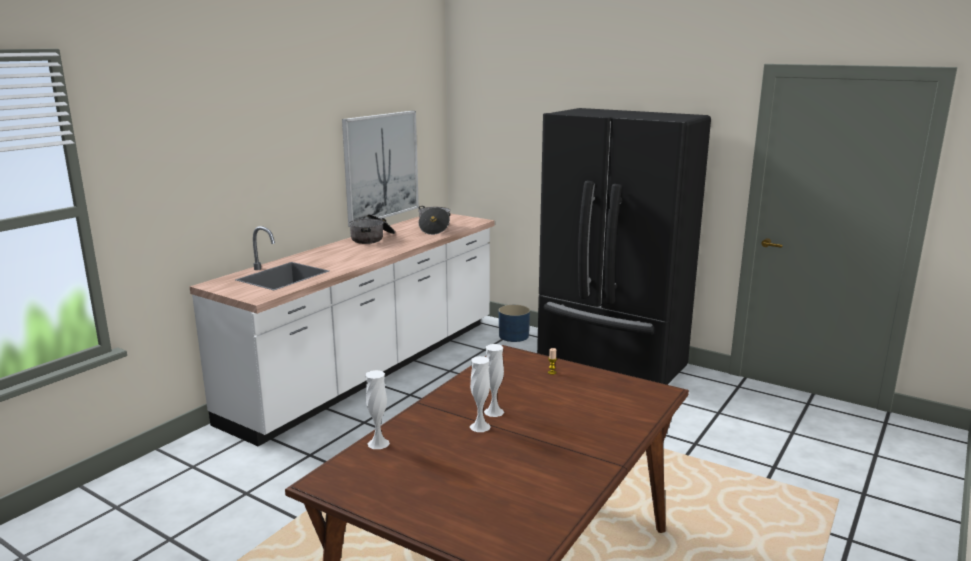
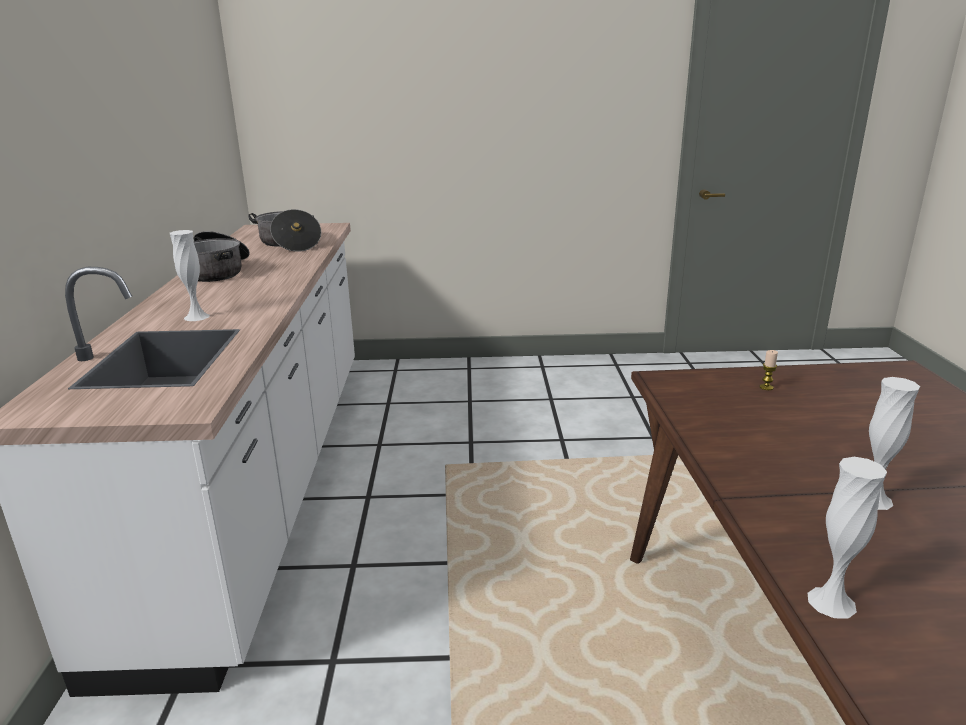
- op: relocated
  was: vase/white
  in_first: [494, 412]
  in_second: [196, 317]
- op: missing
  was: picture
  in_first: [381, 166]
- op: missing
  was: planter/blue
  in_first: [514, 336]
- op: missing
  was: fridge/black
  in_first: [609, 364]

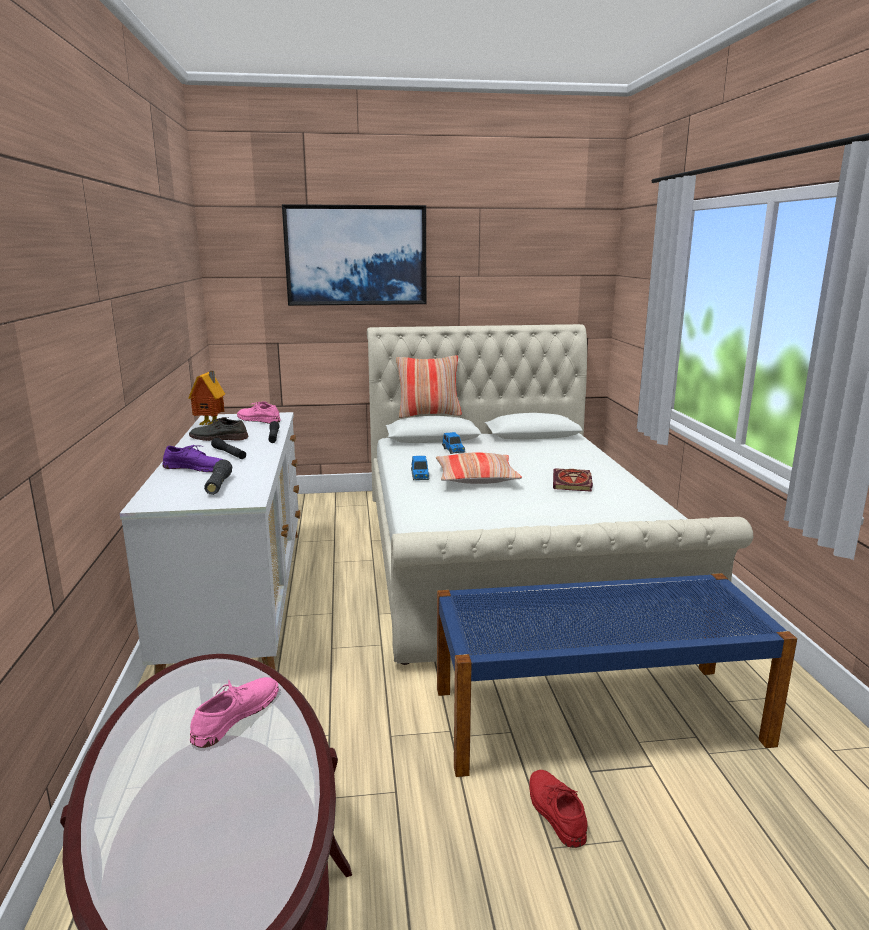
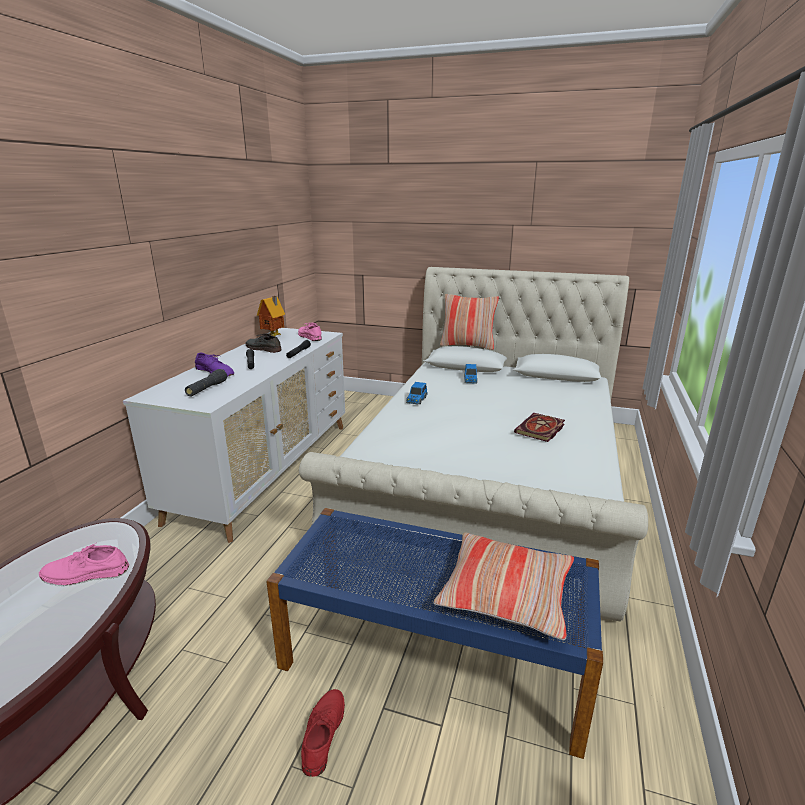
- op: spun
  was: shoe/pink
  in_first: [235, 714]
  in_second: [85, 573]
  clockwise: -150
- op: relocated
  was: pillow
  in_first: [476, 478]
  in_second: [506, 593]
- op: missing
  was: picture
  in_first: [356, 255]

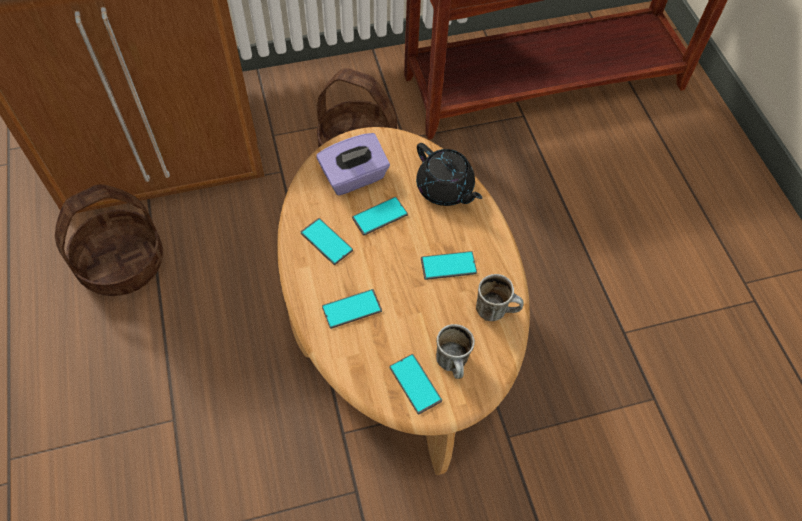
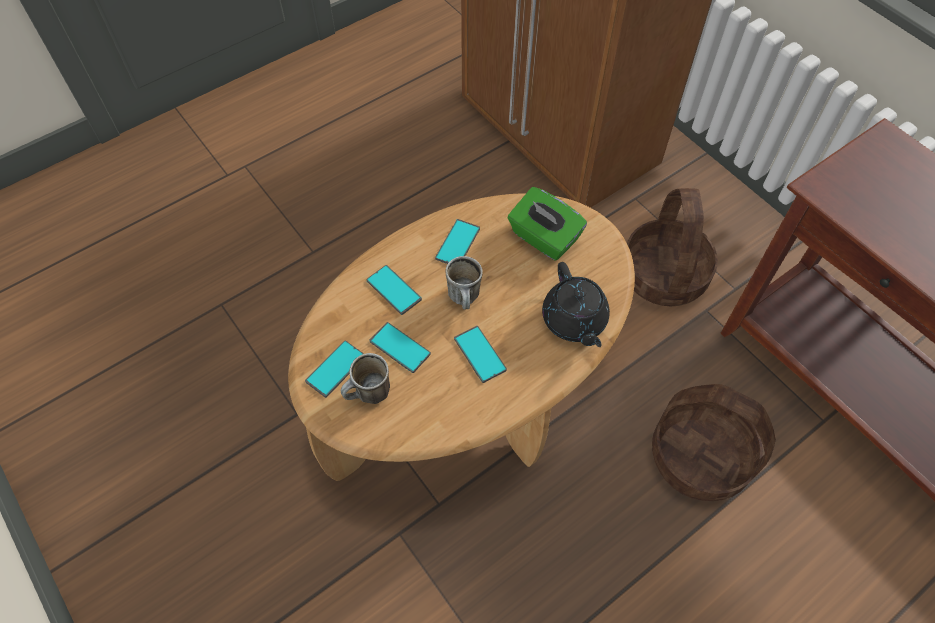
- op: relocated
  was: phone
  in_first: [380, 216]
  in_second: [400, 348]
- op: relocated
  was: mug
  in_first: [496, 310]
  in_second: [465, 300]
- op: colour
  was: tissue box/purple
  now: tissue box/green
  in_first: [354, 177]
  in_second: [543, 238]
- op: spun
  was: teapot/black
  in_first: [445, 189]
  in_second: [574, 320]
  clockwise: -45
- op: relocated
  was: basket
  in_first: [122, 262]
  in_second: [700, 456]

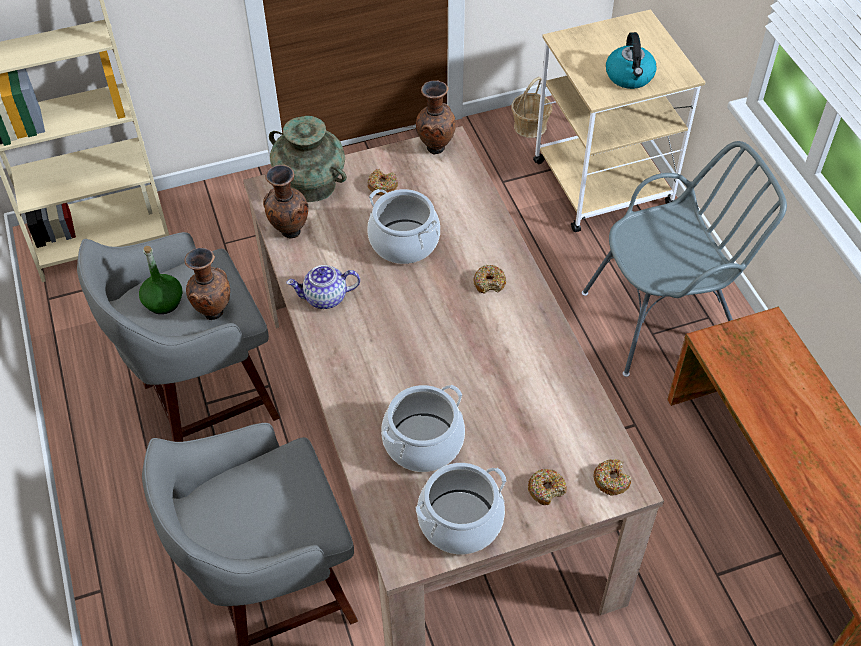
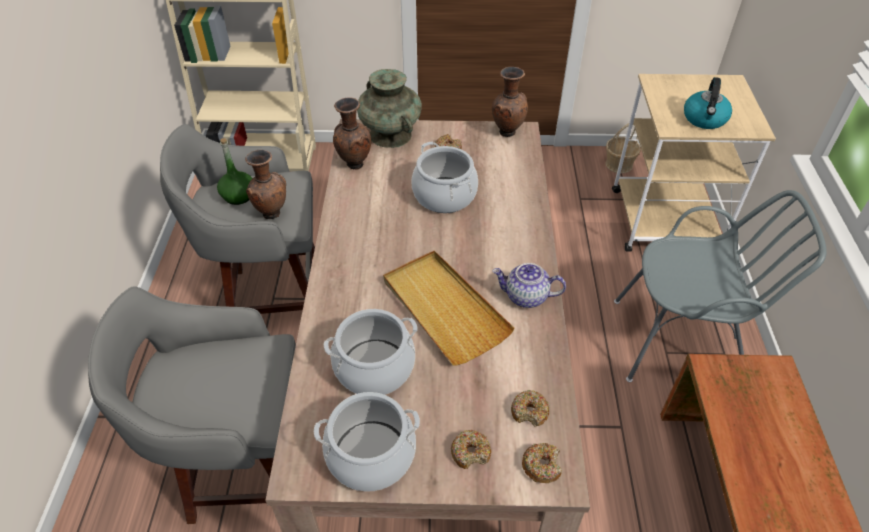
- op: appeared
  now: tray/beige
  in_second: [444, 309]
- op: relocated
  was: teapot
  in_first: [325, 298]
  in_second: [525, 297]
- op: relocated
  was: donut
  in_first: [489, 283]
  in_second: [529, 412]

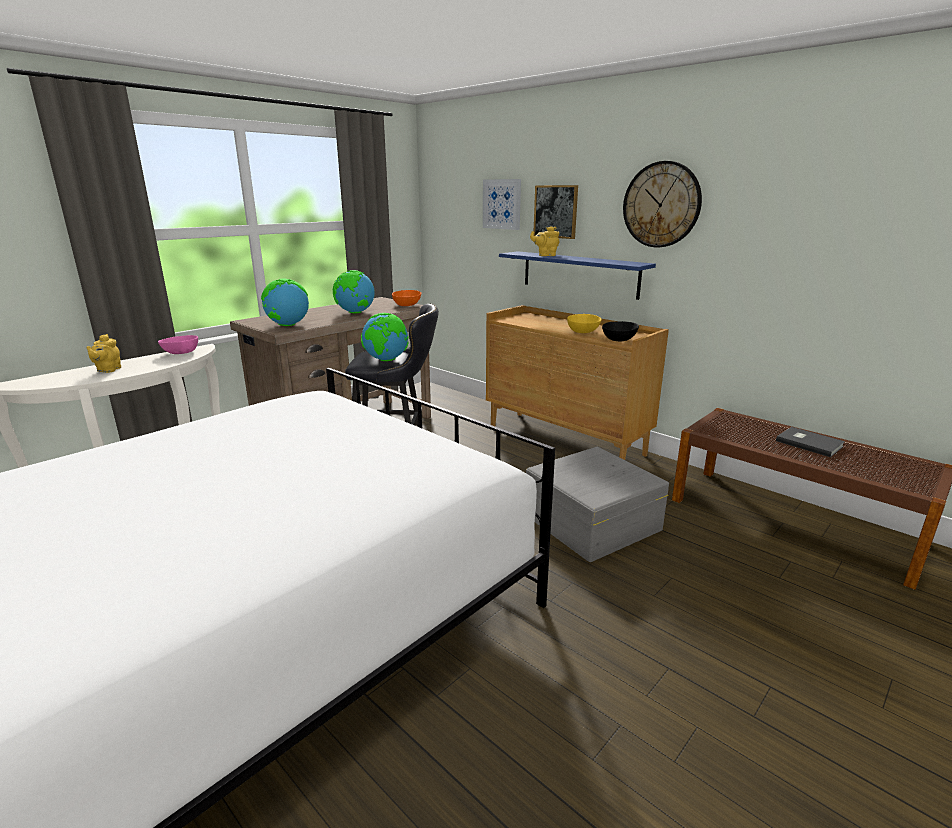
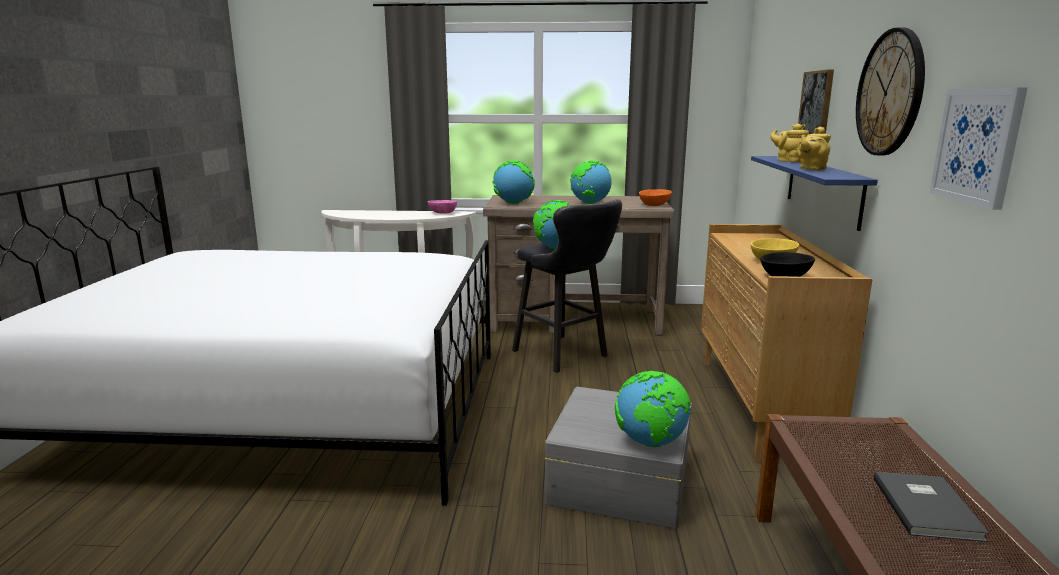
- op: appeared
  now: globe
  in_second: [651, 443]
- op: relocated
  was: teapot/yellow
  in_first: [108, 370]
  in_second: [811, 169]
- op: relocated
  was: picture
  in_first: [502, 204]
  in_second: [977, 145]

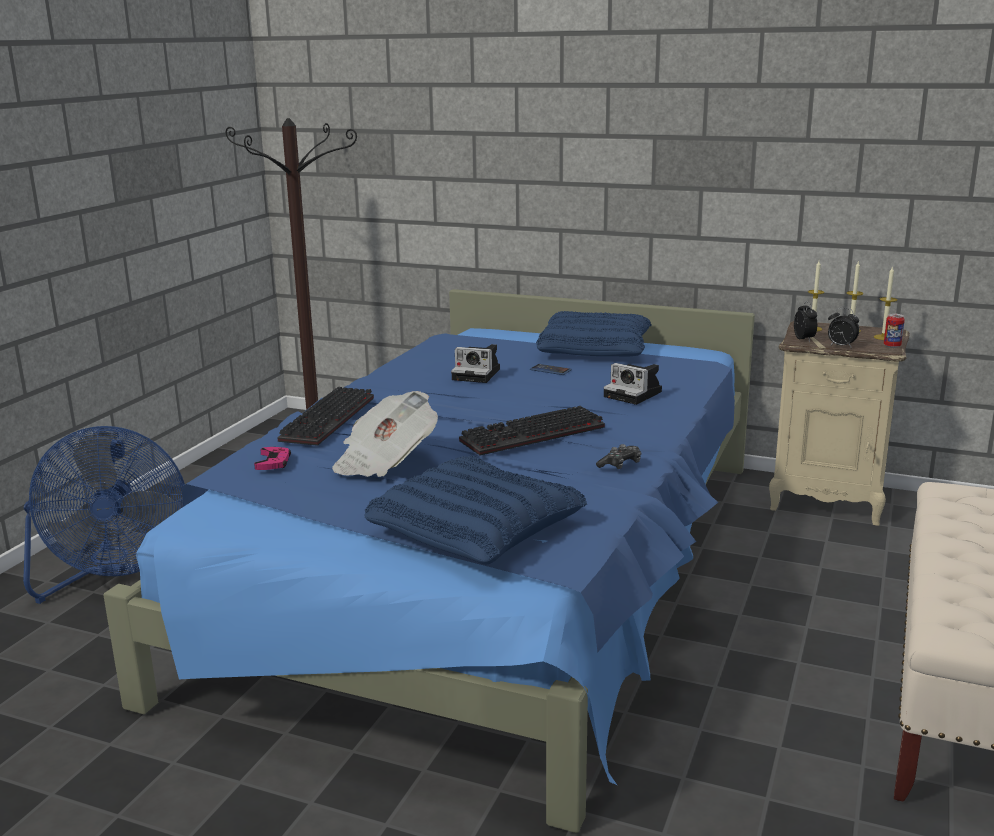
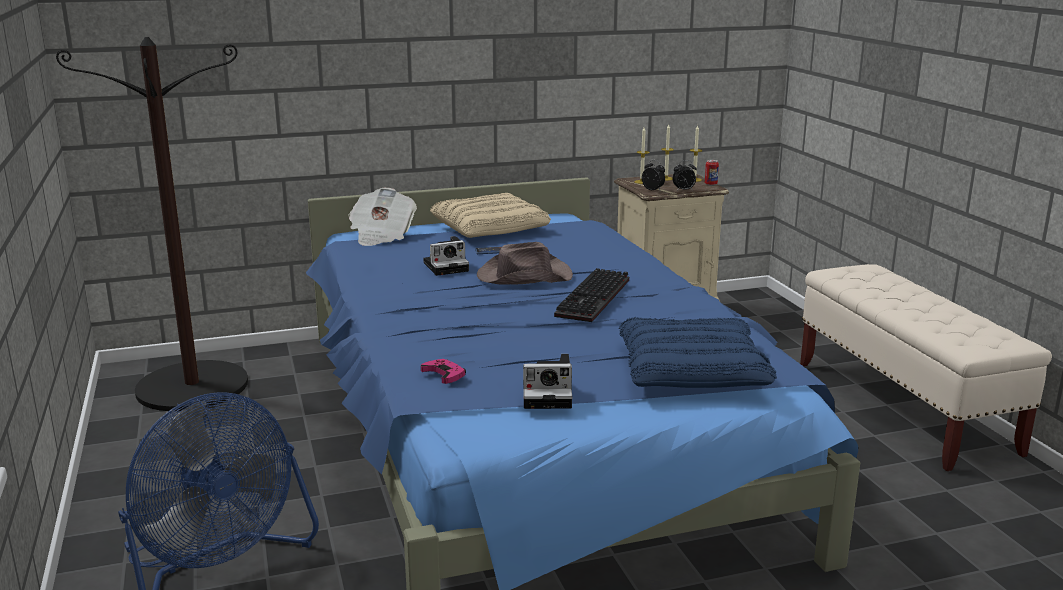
- op: relocated
  was: newspaper
  in_first: [384, 461]
  in_second: [381, 235]
- op: colour
  was: pillow/blue
  now: pillow/beige
  in_first: [595, 349]
  in_second: [489, 228]
- op: appeared
  now: hat/brown
  in_second: [523, 276]
- op: relocated
  was: photo camera
  in_first: [635, 394]
  in_second: [549, 394]
- op: missing
  was: keyboard
  in_first: [330, 420]
- op: missing
  was: game controller
  in_first: [620, 465]

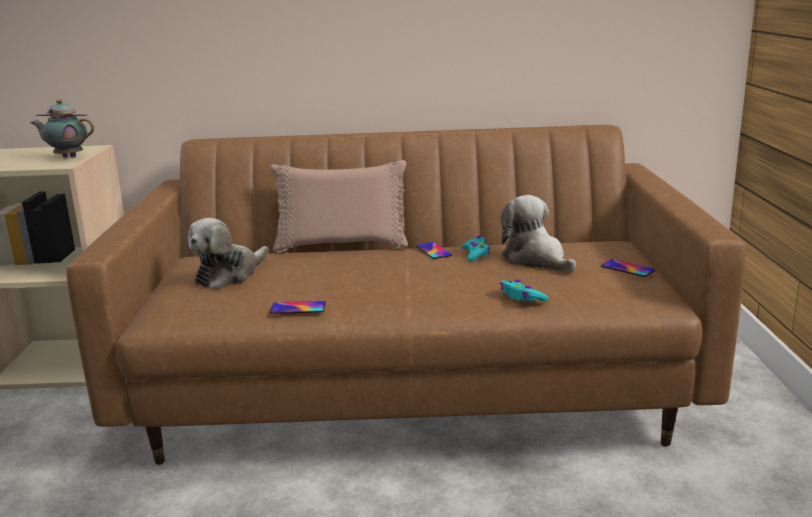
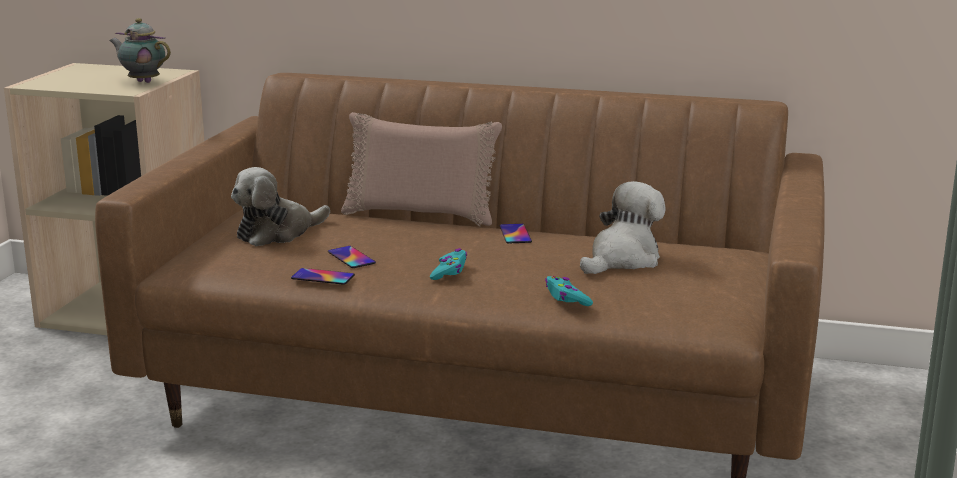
- op: relocated
  was: phone
  in_first: [627, 269]
  in_second: [351, 258]
- op: relocated
  was: game controller/turquoise
  in_first: [476, 254]
  in_second: [449, 271]
- op: spun
  was: plush toy
  in_first: [536, 260]
  in_second: [622, 260]
  clockwise: 60

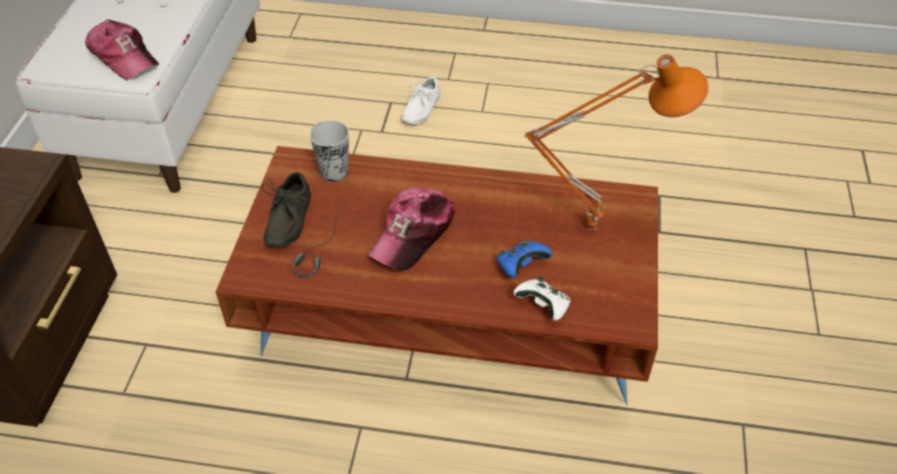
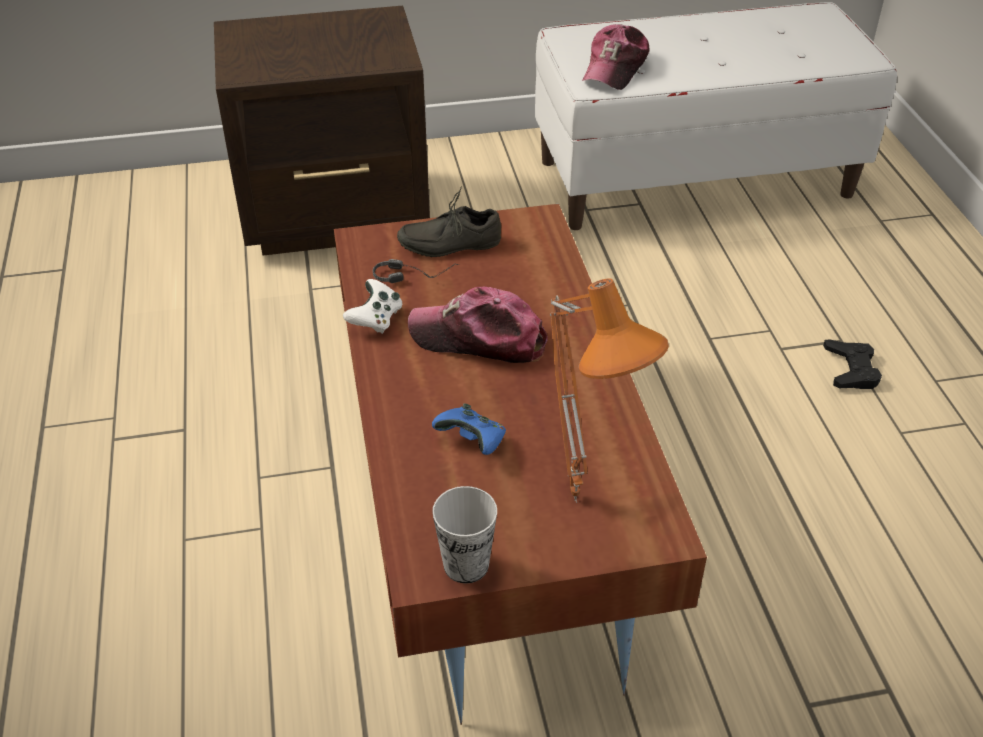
- op: relocated
  was: game controller/white
  in_first: [543, 306]
  in_second: [376, 320]
- op: relocated
  was: cup
  in_first: [334, 171]
  in_second: [466, 565]
- op: exchanged
  was: shoe/white
  now: game controller/black
  in_first: [419, 109]
  in_second: [851, 370]

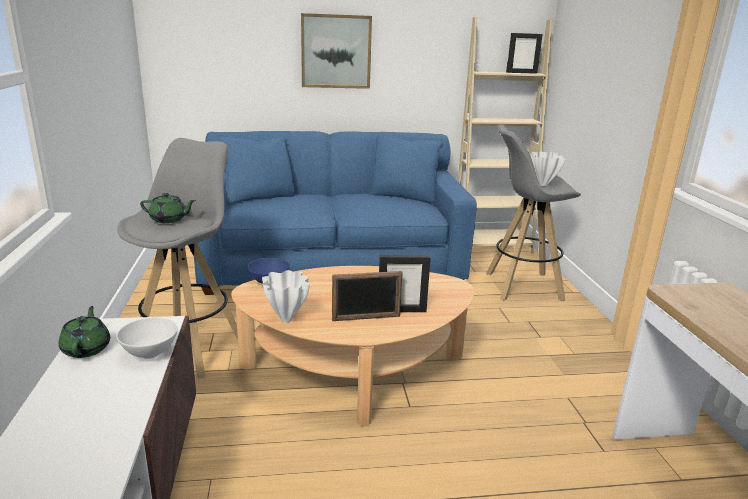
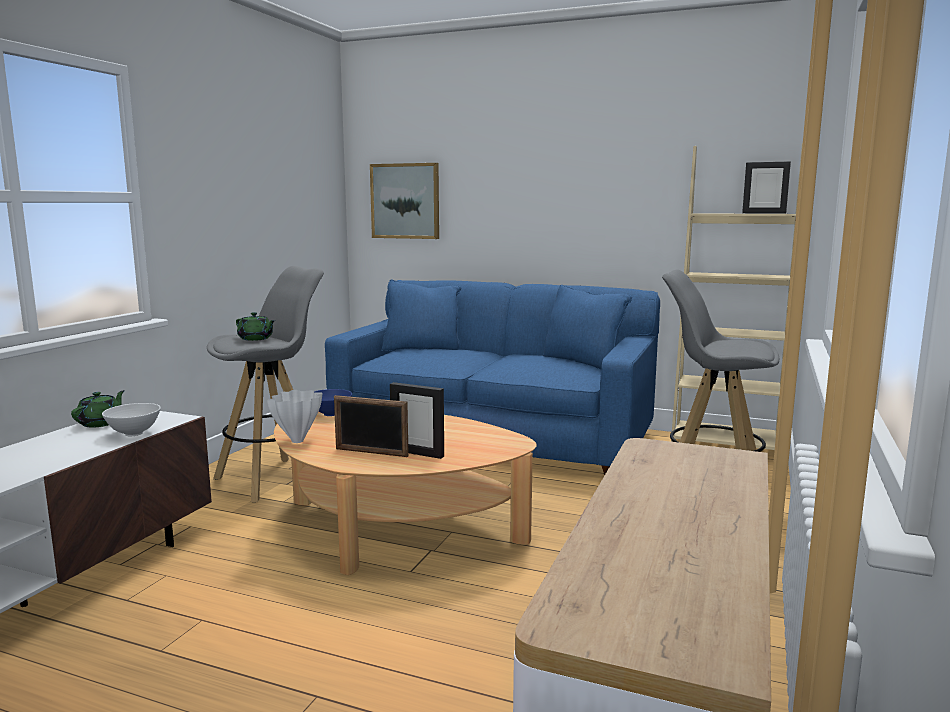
- op: relocated
  was: picture
  in_first: [336, 51]
  in_second: [405, 201]
- op: missing
  was: vase/white
  in_first: [542, 185]

